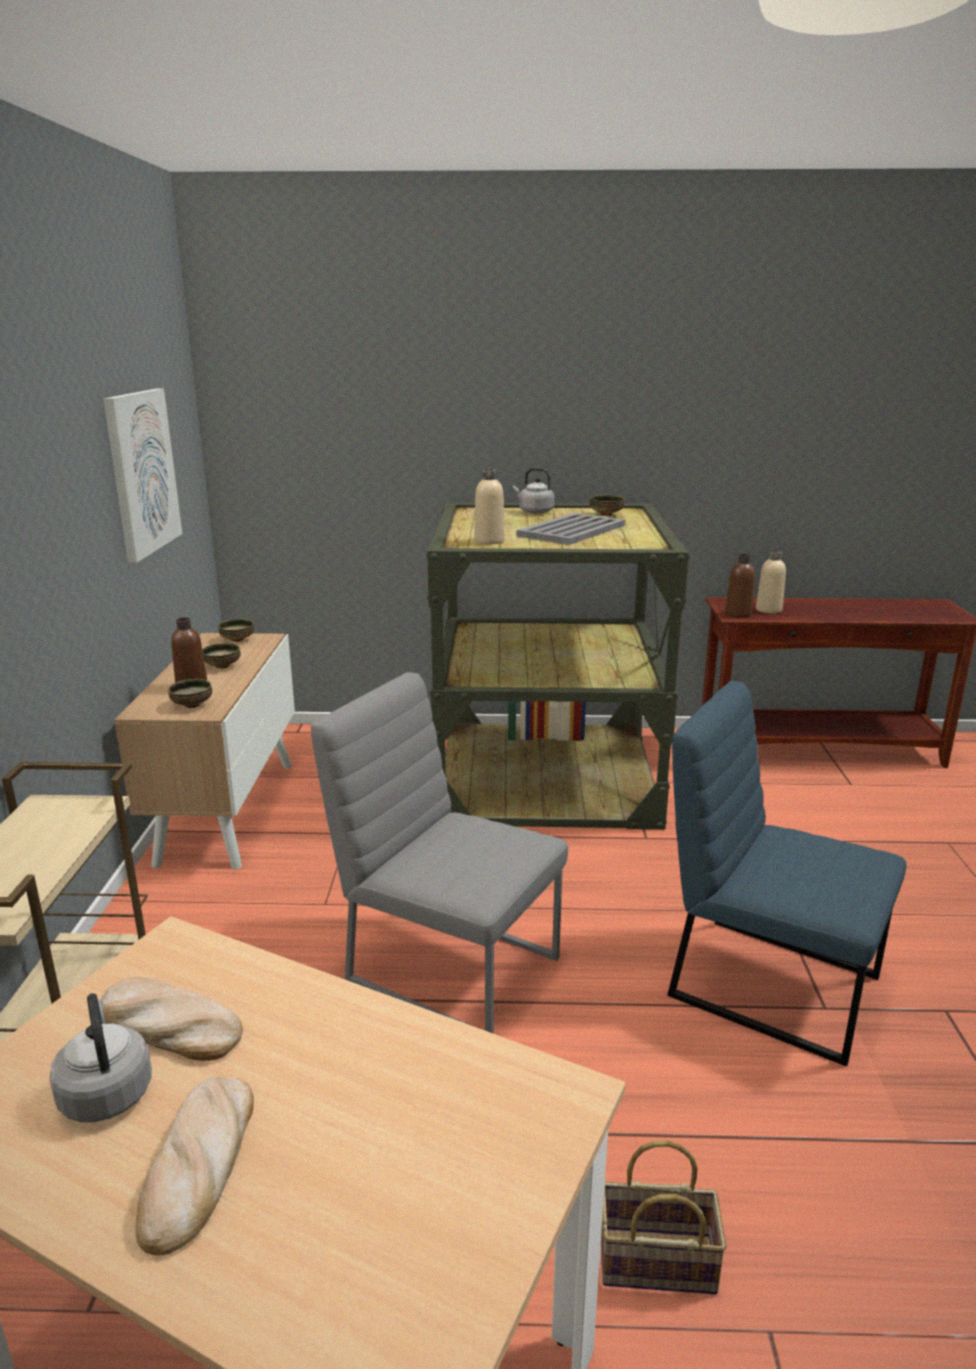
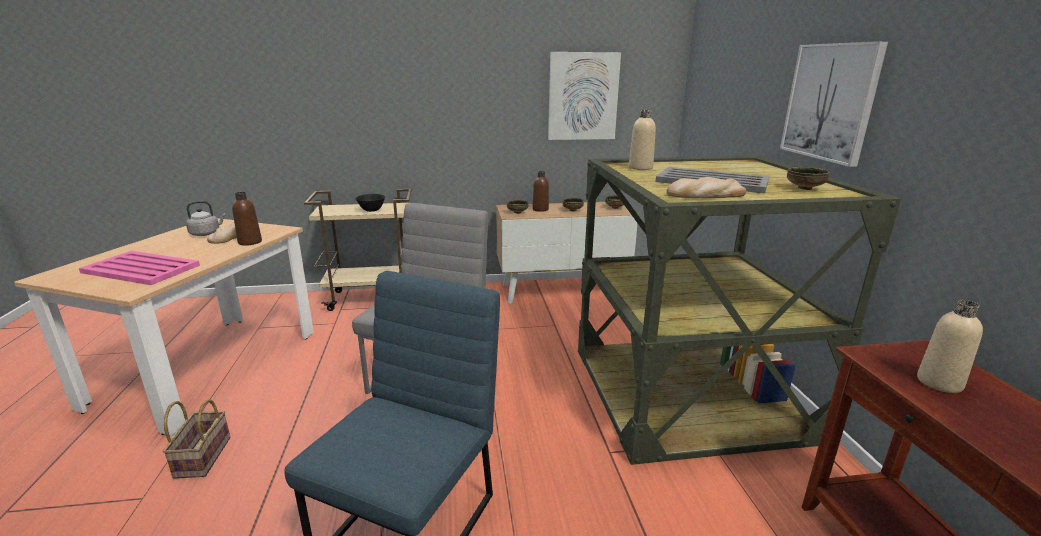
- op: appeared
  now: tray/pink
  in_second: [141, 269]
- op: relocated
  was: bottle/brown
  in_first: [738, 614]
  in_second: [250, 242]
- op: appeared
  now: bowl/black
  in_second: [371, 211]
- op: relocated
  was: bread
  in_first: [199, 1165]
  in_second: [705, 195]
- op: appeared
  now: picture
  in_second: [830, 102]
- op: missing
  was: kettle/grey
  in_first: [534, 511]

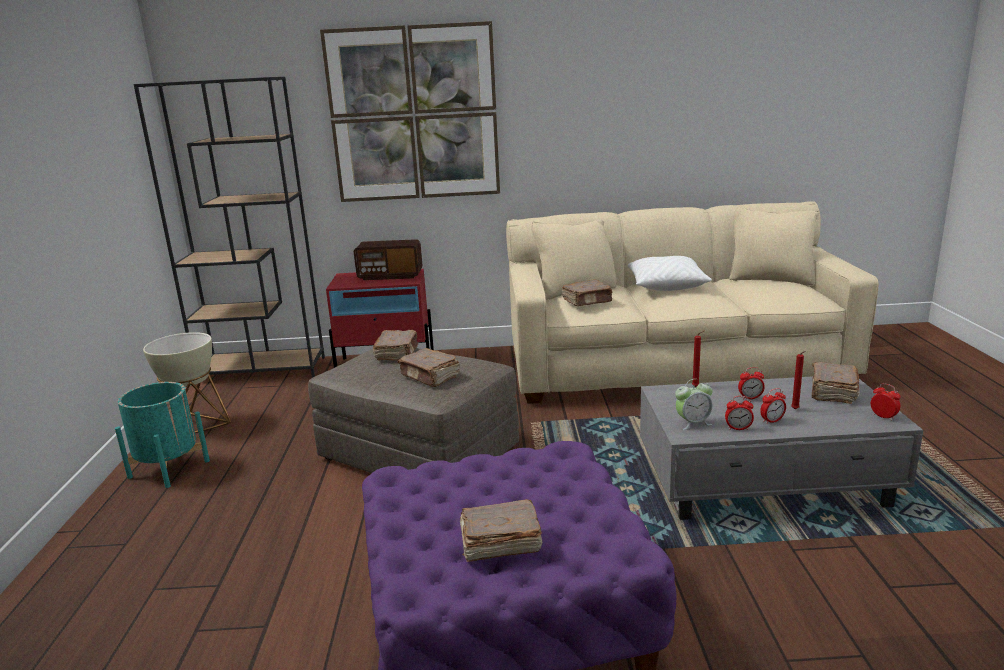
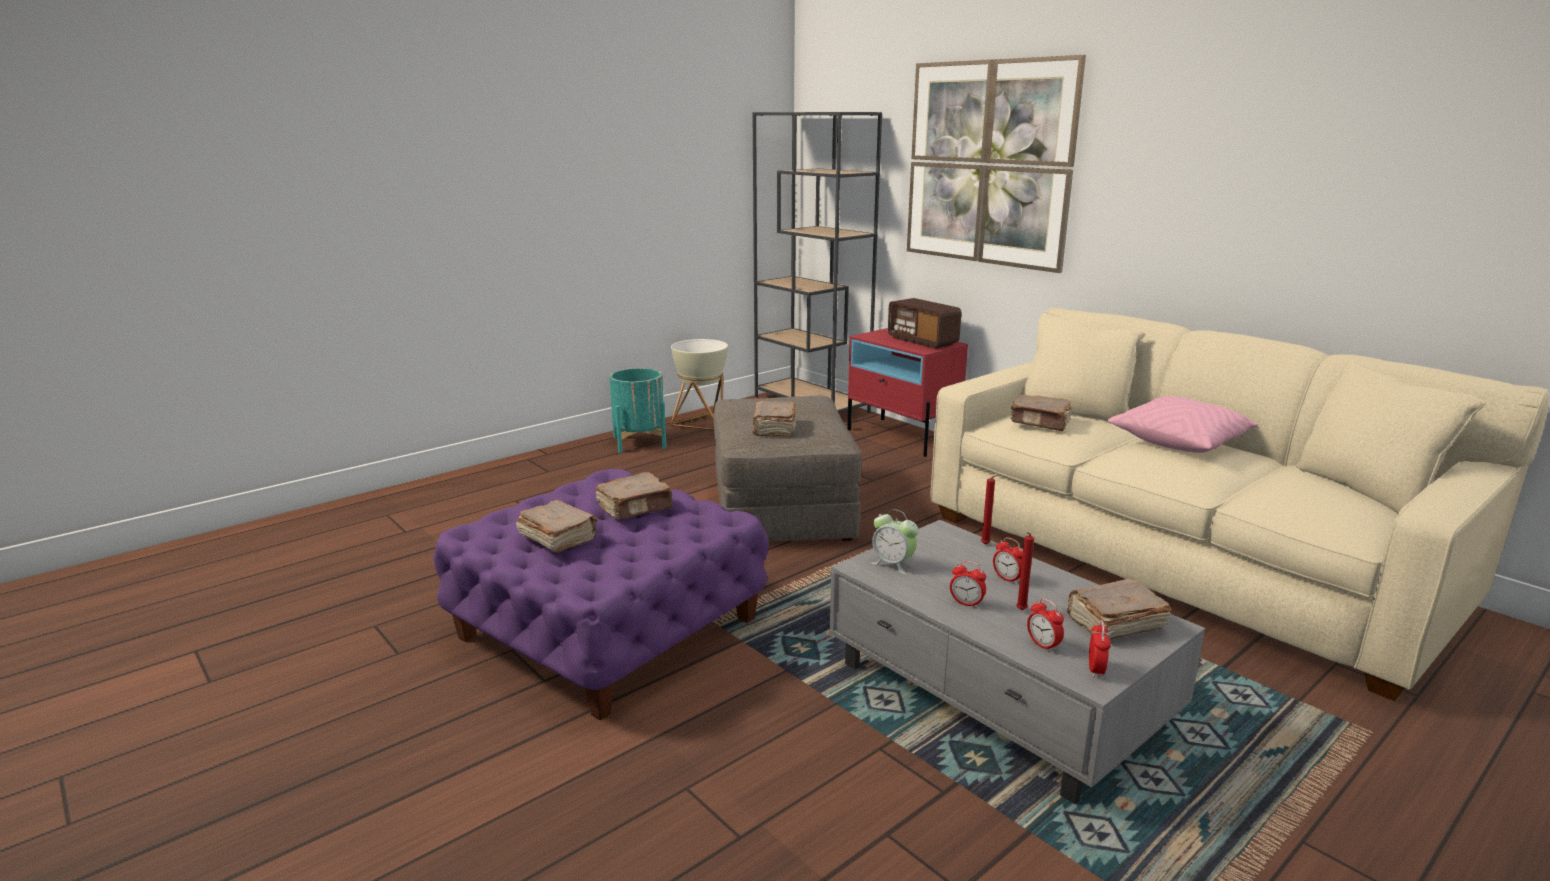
- op: relocated
  was: book/brown
  in_first: [397, 354]
  in_second: [635, 508]
- op: relocated
  was: alarm clock
  in_first: [738, 428]
  in_second: [1043, 645]
- op: colour
  was: pillow/white
  now: pillow/pink
  in_first: [665, 285]
  in_second: [1180, 441]

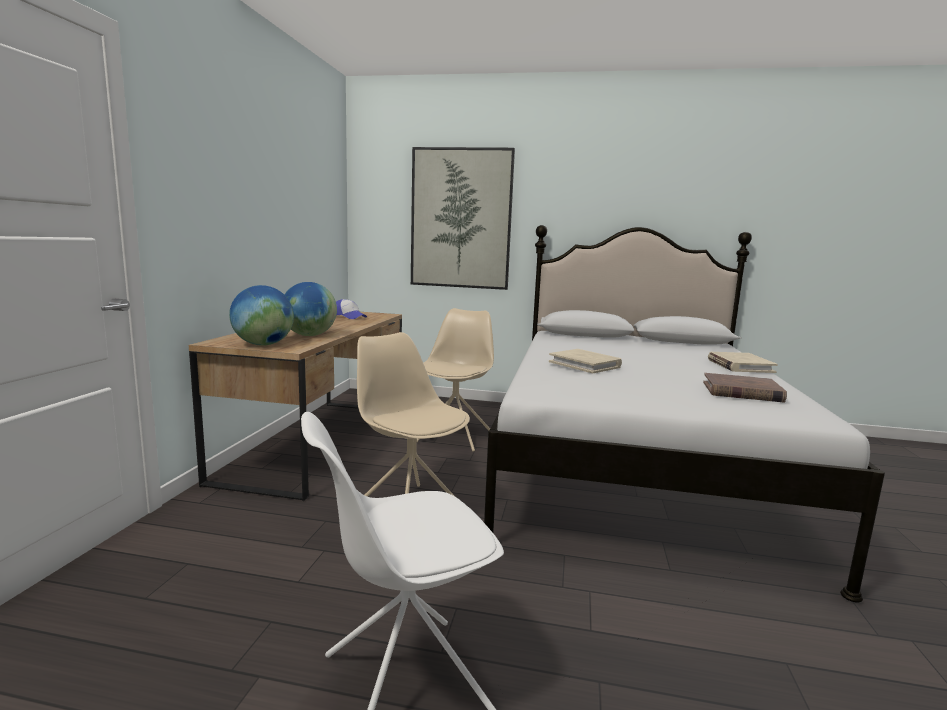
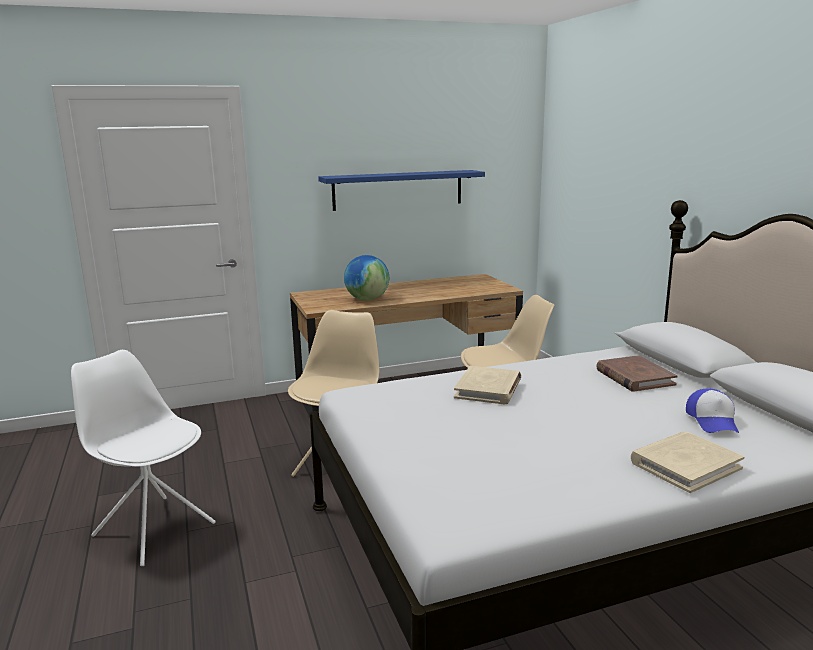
- op: appeared
  now: shelf/blue
  in_second: [398, 190]
- op: relocated
  was: book/brown
  in_first: [742, 392]
  in_second: [634, 377]
- op: relocated
  was: cap
  in_first: [348, 316]
  in_second: [712, 421]
- op: missing
  was: globe
  in_first: [263, 345]
- op: missing
  was: picture
  in_first: [461, 219]

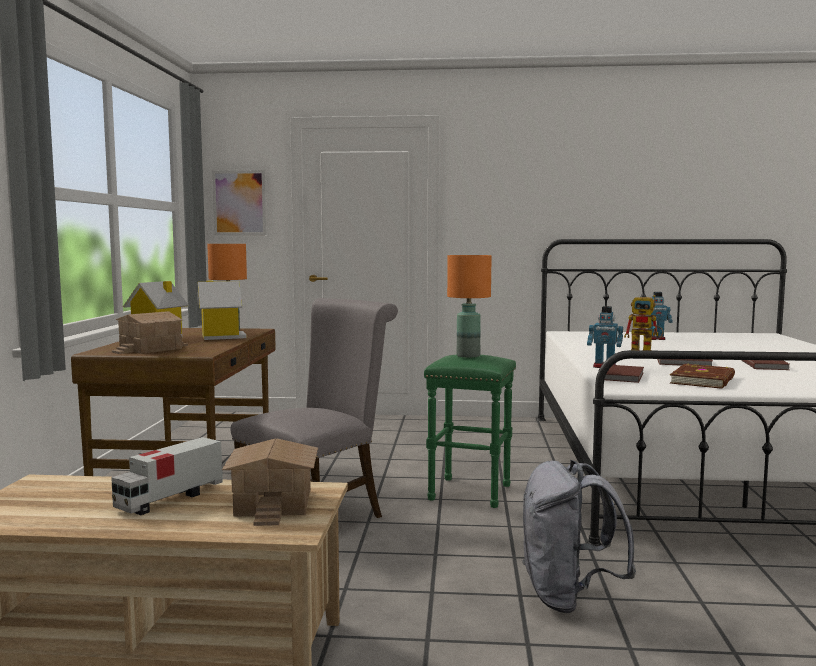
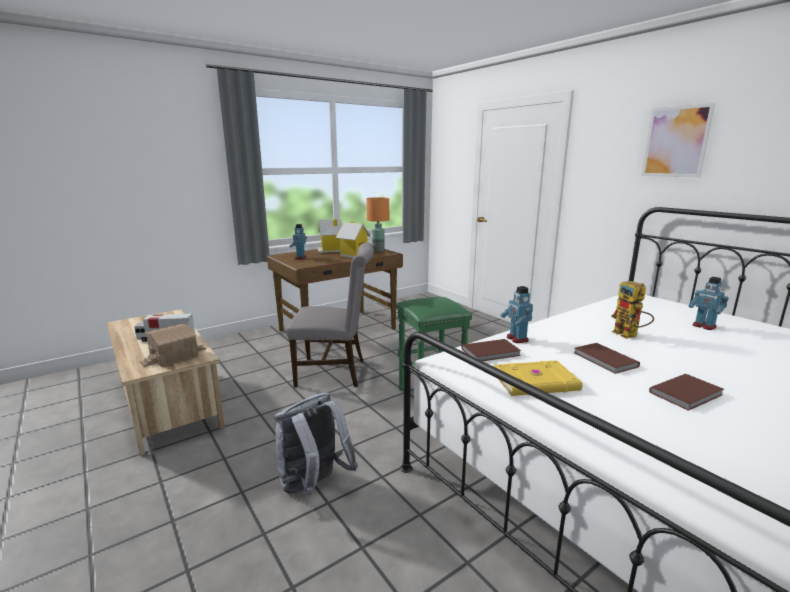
- op: exchanged
  was: toy house
  now: toy robot
  in_first: [151, 349]
  in_second: [300, 258]
- op: colour
  was: book/brown
  now: book/yellow
  in_first: [704, 380]
  in_second: [536, 382]
- op: relocated
  was: picture
  in_first: [239, 203]
  in_second: [676, 142]
- op: missing
  was: table lamp/orange
  in_first: [469, 355]

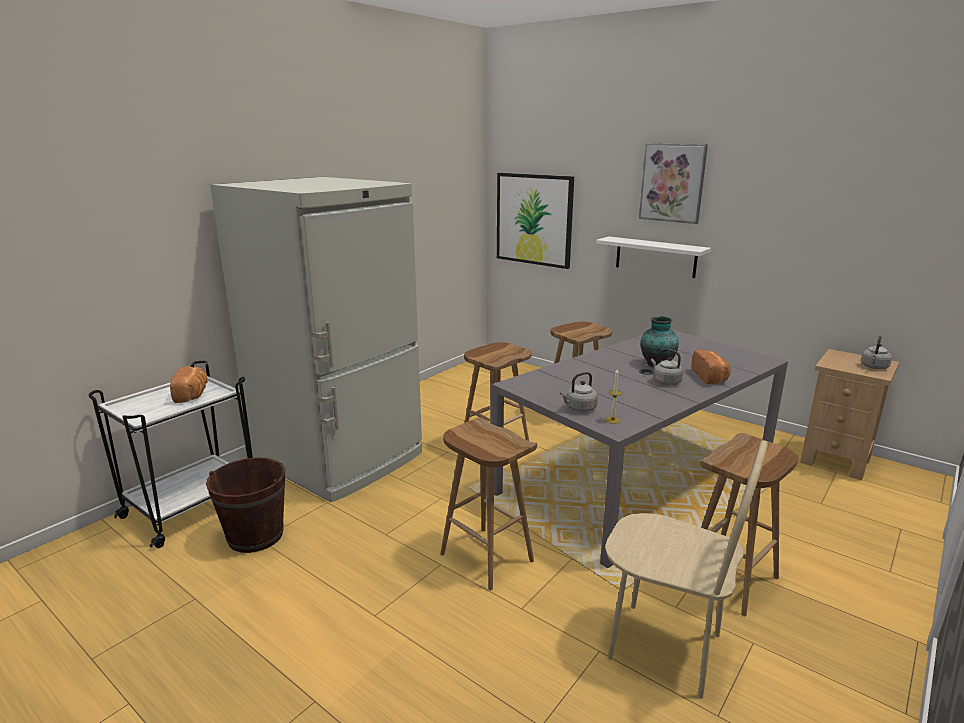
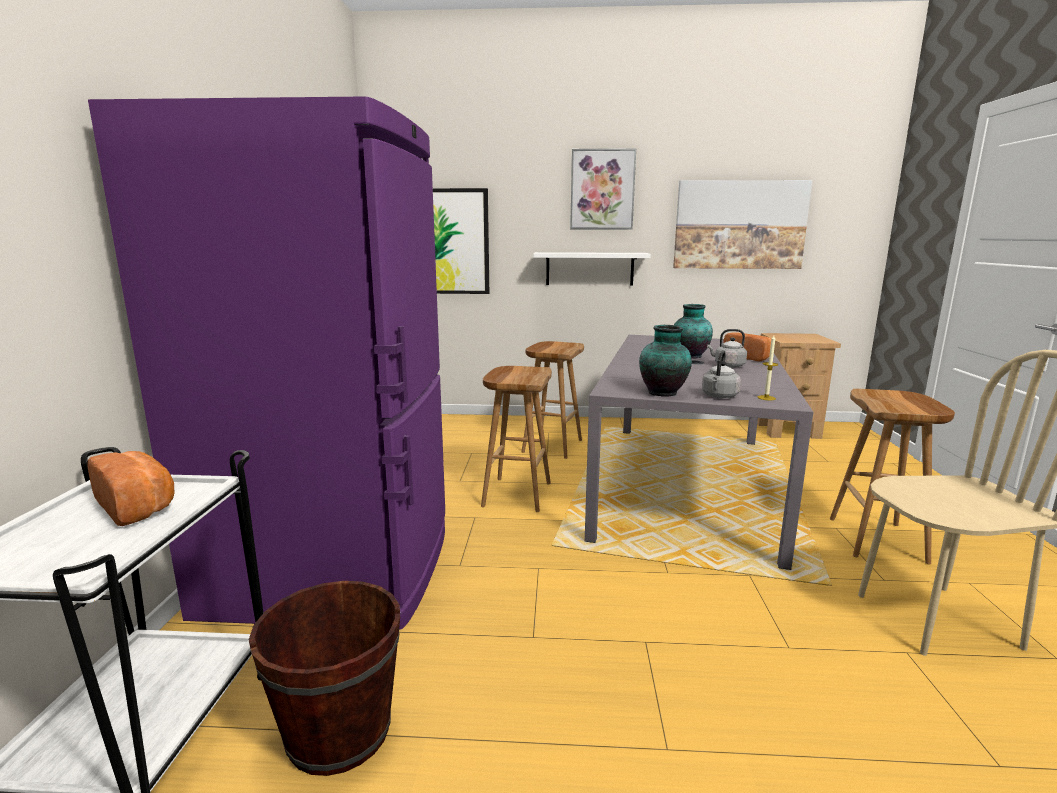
- op: colour
  was: fridge/white
  now: fridge/purple
  in_first: [339, 456]
  in_second: [336, 567]
- op: appeared
  now: vase
  in_second: [664, 393]
- op: appeared
  now: picture
  in_second: [739, 225]
- op: missing
  was: stool/brown
  in_first: [485, 557]
- op: missing
  was: kettle/grey
  in_first: [874, 367]

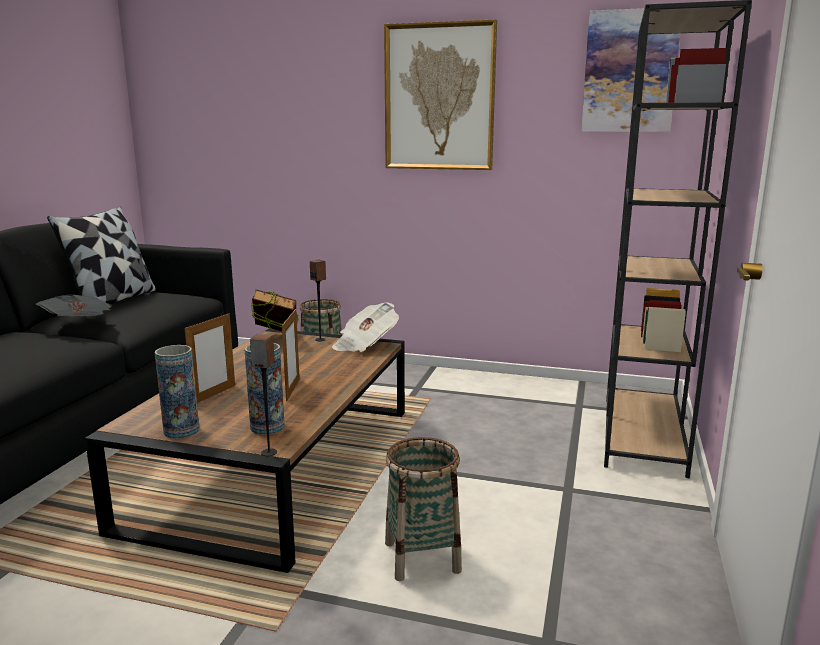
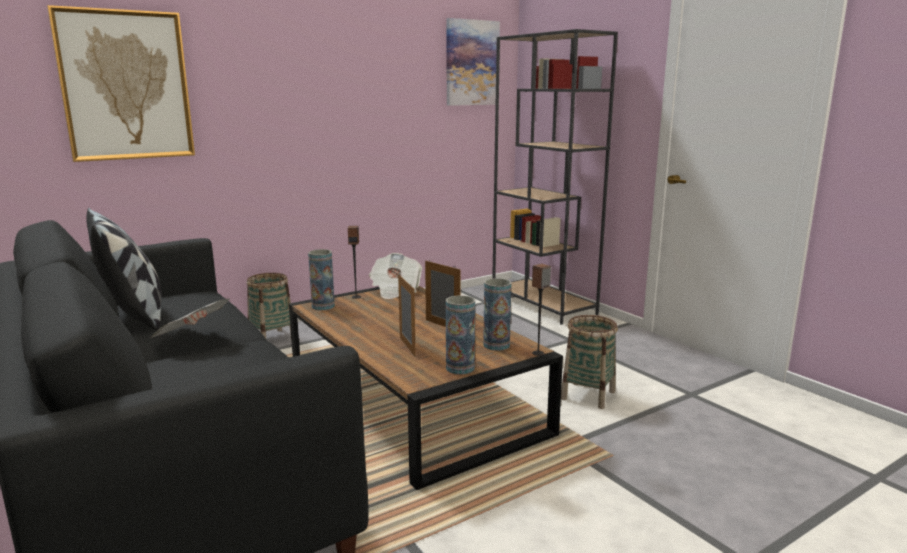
- op: relocated
  was: picture
  in_first: [439, 97]
  in_second: [126, 86]
- op: exchanged
  was: book
  now: vase
  in_first: [276, 339]
  in_second: [323, 306]

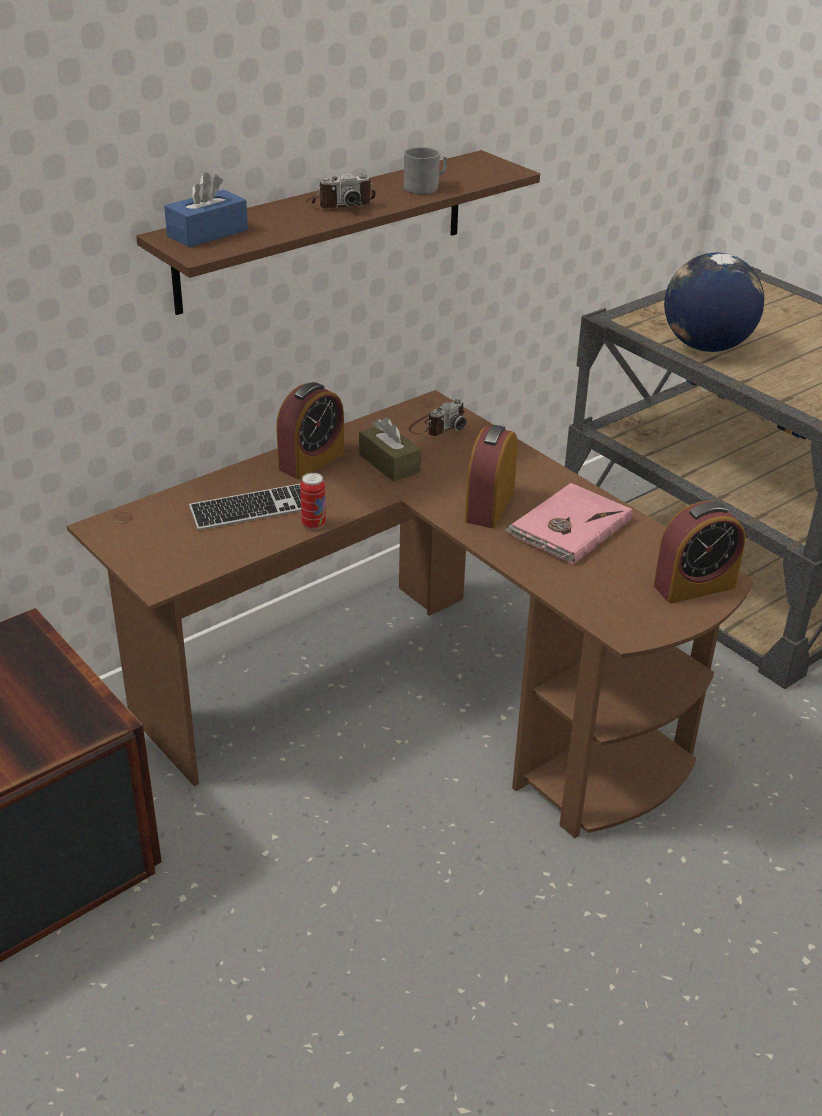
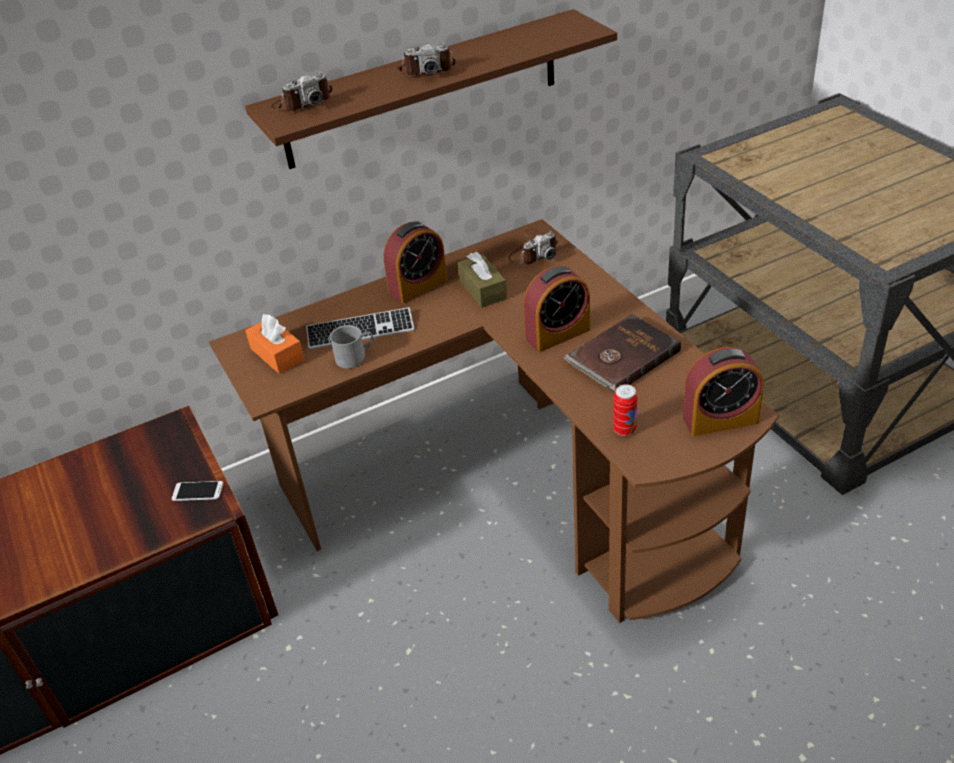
- op: appeared
  now: phone
  in_second: [197, 491]
- op: appeared
  now: tissue box/orange
  in_second: [277, 354]
- op: exchanged
  was: tissue box/blue
  now: photo camera
  in_first: [207, 233]
  in_second: [303, 102]
- op: relocated
  was: mug/grey
  in_first: [426, 187]
  in_second: [355, 357]
- op: spun
  was: alarm clock
  in_first: [489, 506]
  in_second: [557, 334]
  clockwise: -150
- op: colour
  was: book/pink
  now: book/brown
  in_first: [568, 527]
  in_second: [622, 357]
- op: relocated
  was: can
  in_first: [313, 524]
  in_second: [624, 430]
- op: missing
  was: globe
  in_first: [705, 346]

